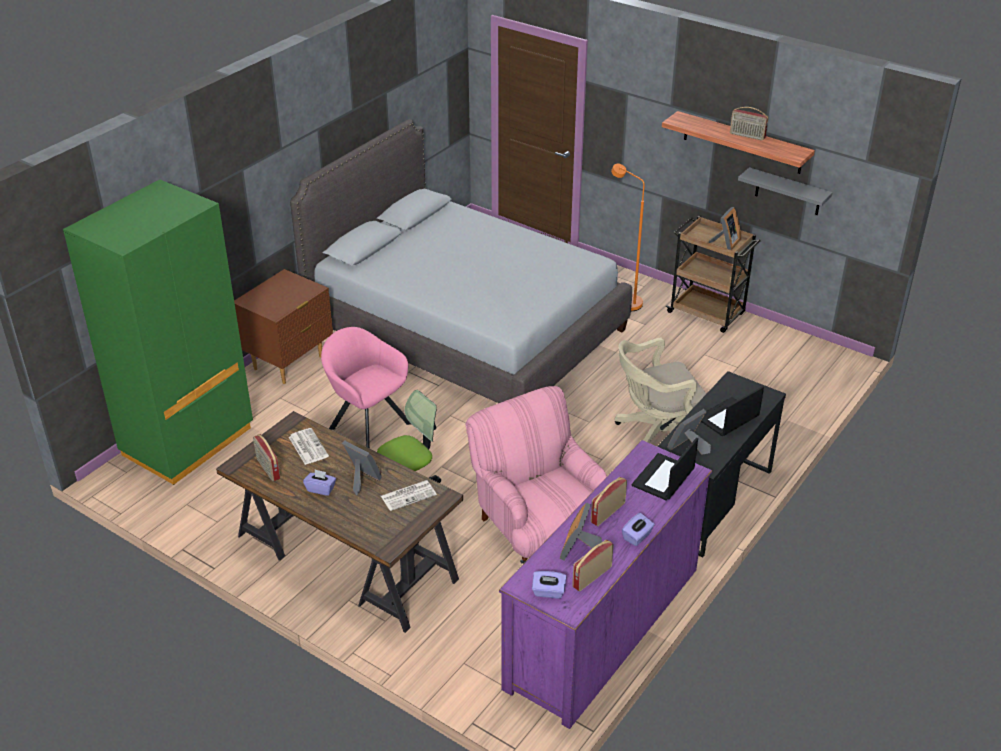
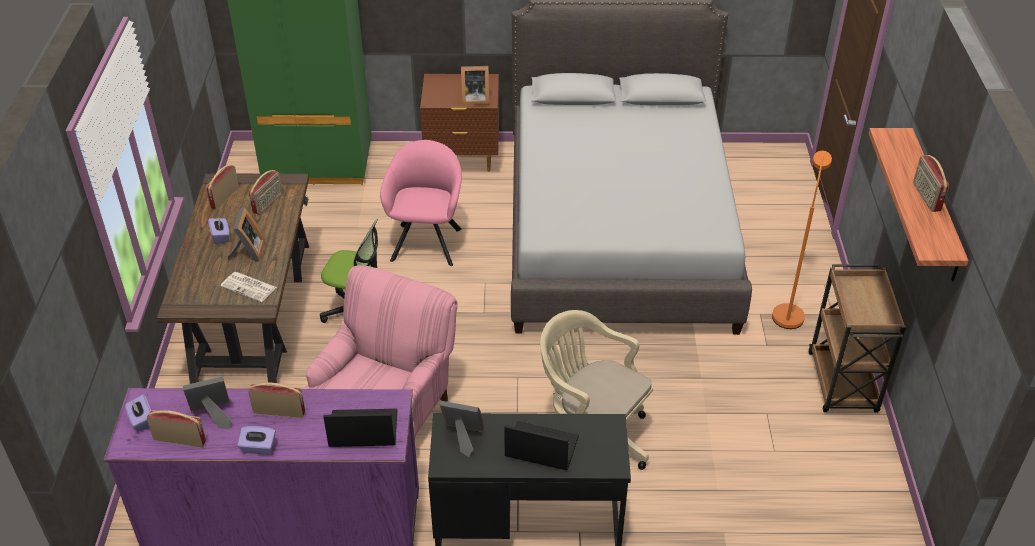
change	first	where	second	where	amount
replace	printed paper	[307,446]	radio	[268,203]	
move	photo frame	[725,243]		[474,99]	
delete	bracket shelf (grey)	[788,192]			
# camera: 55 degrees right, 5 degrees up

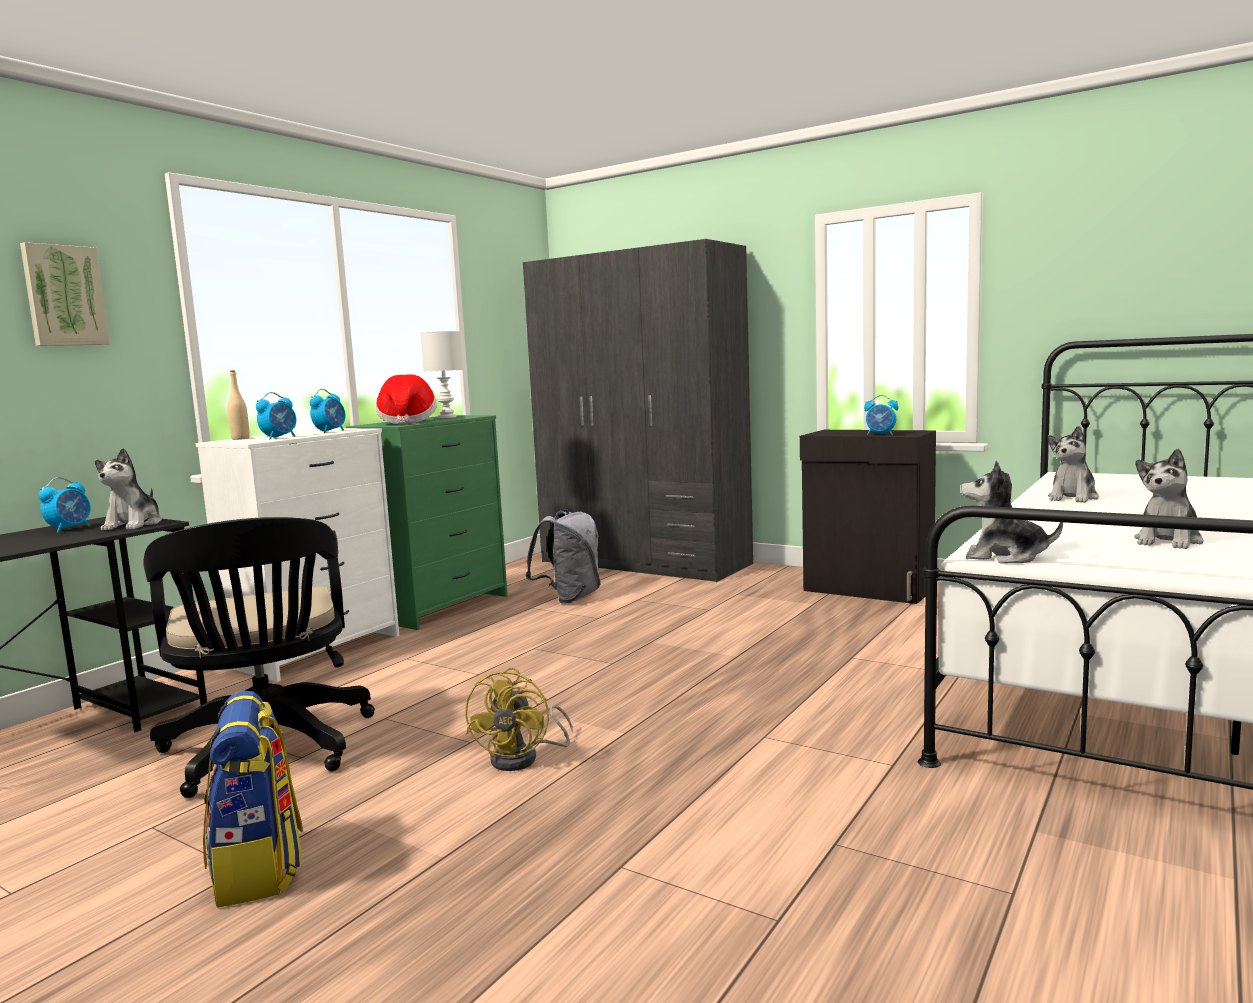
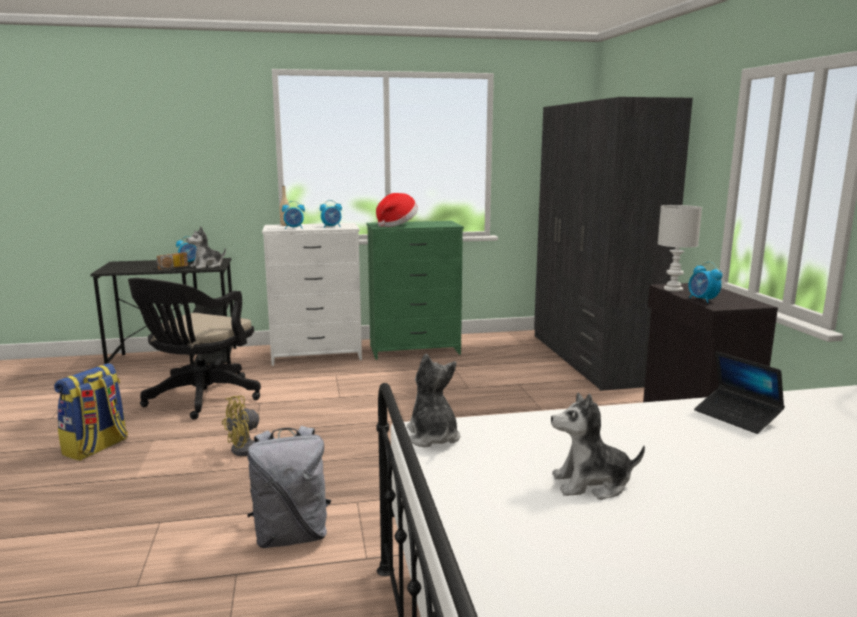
change	first	where	second	where	amount
delete	wall picture	[64,296]			
move	lamp for a table (white-coloured)	[447,417]		[673,289]	
move	knapsack (grey)	[570,598]		[291,536]	
replace	soft toy	[1073,498]	notebook computer	[737,416]	
insert			radio	[173,268]	
# camera: 45 degrees right, 5 degrees up

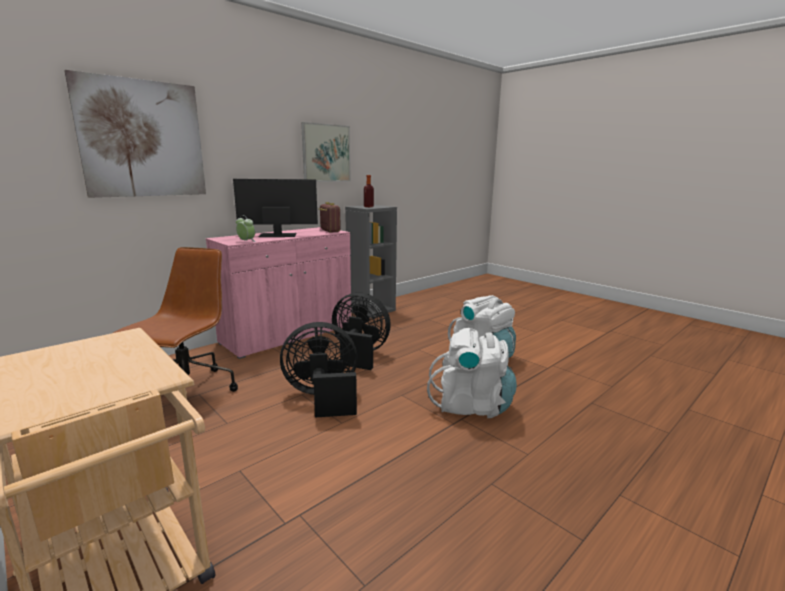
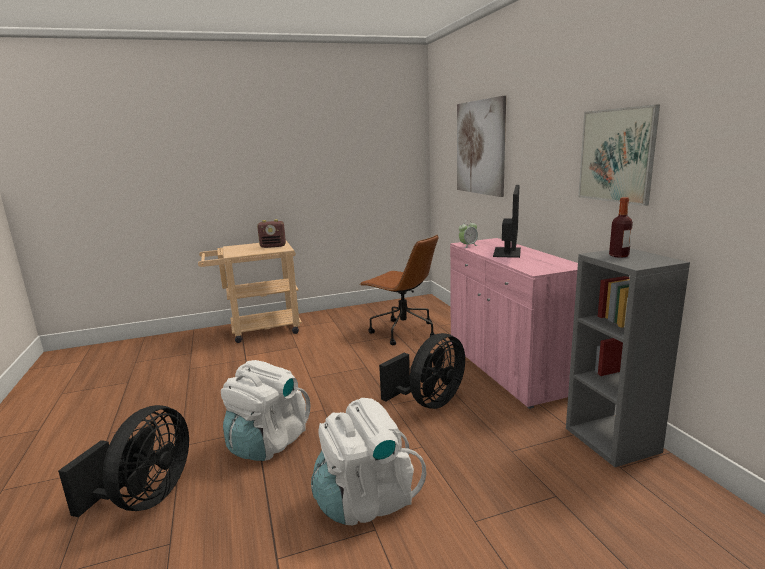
change	first	where	second	where	amount
move	electric fan (black-coloured)	[323,397]		[145,498]	
move	radio	[330,231]		[273,246]	
# camera: 115 degrees right, 0 degrees up

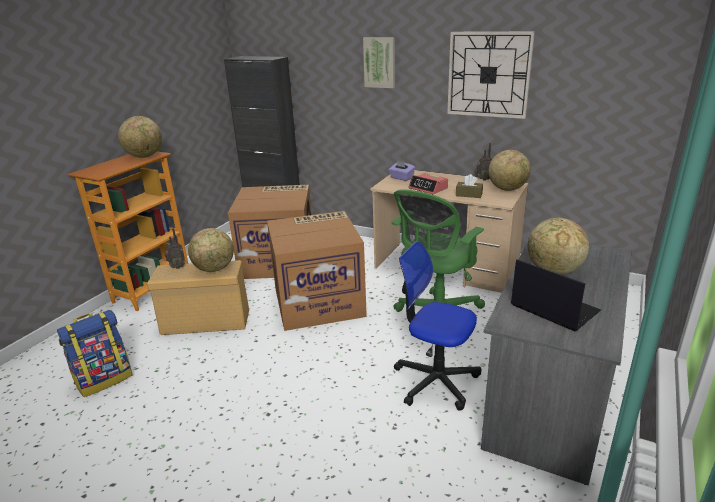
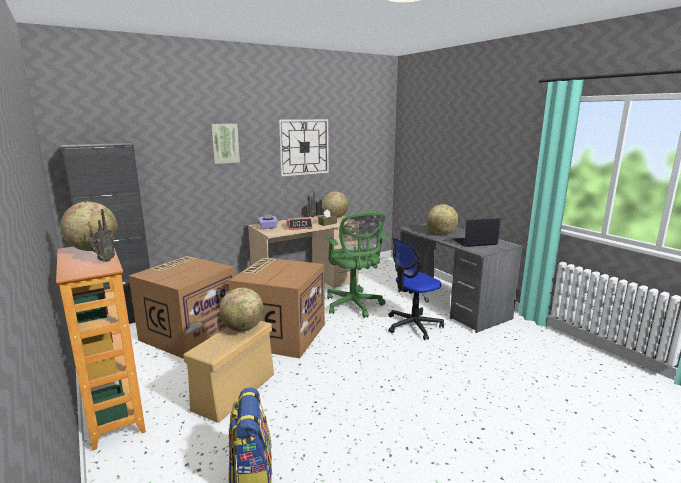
change	first	where	second	where	amount
move	radio	[177,267]		[104,261]	
# camera: 60 degrees left, 10 degrees down

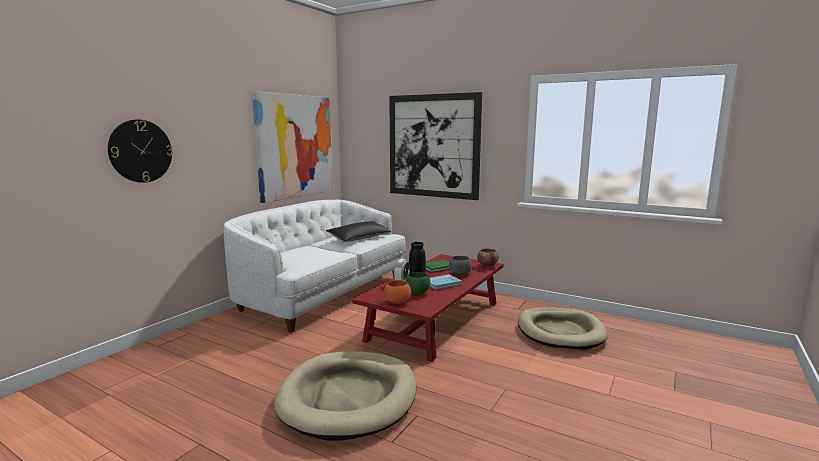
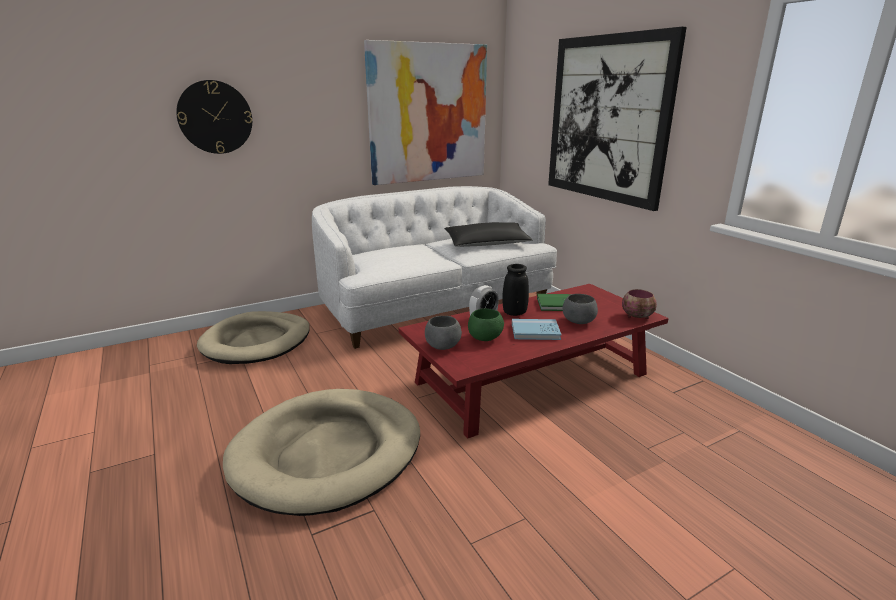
change	first	where	second	where	amount
recolor	bowl (orange-coloured)	[397,302]	bowl (grey)	[443,346]	
move	pet bed (beige)	[560,331]		[257,341]	
# camera: 30 degrees right, 10 degrees up

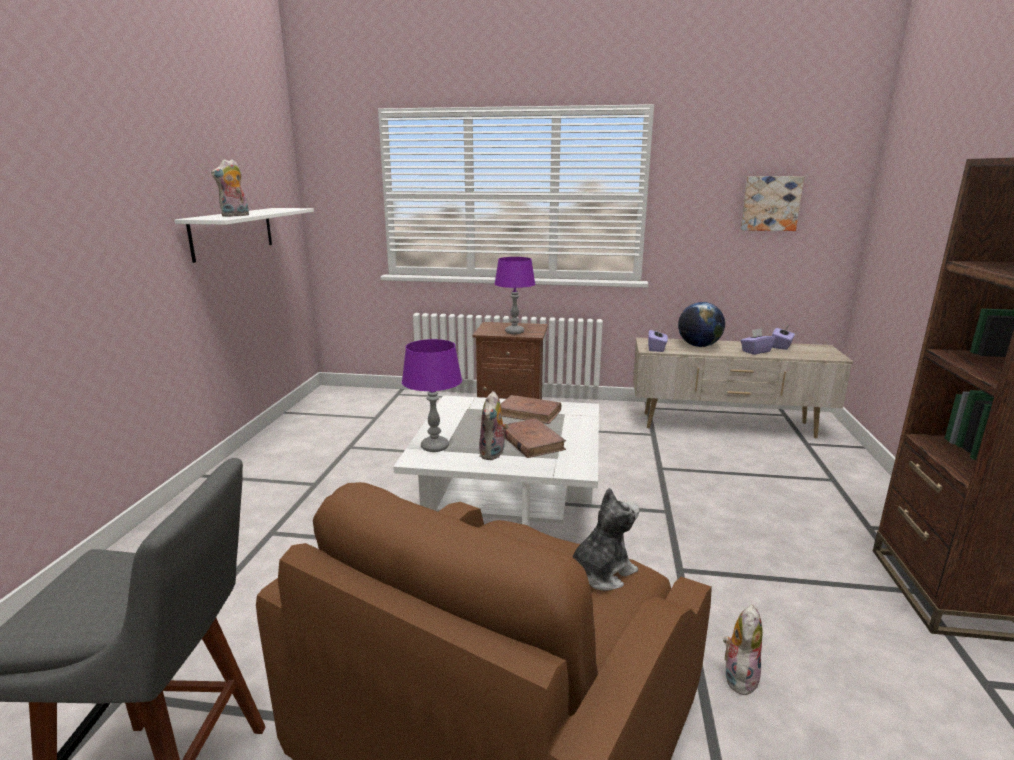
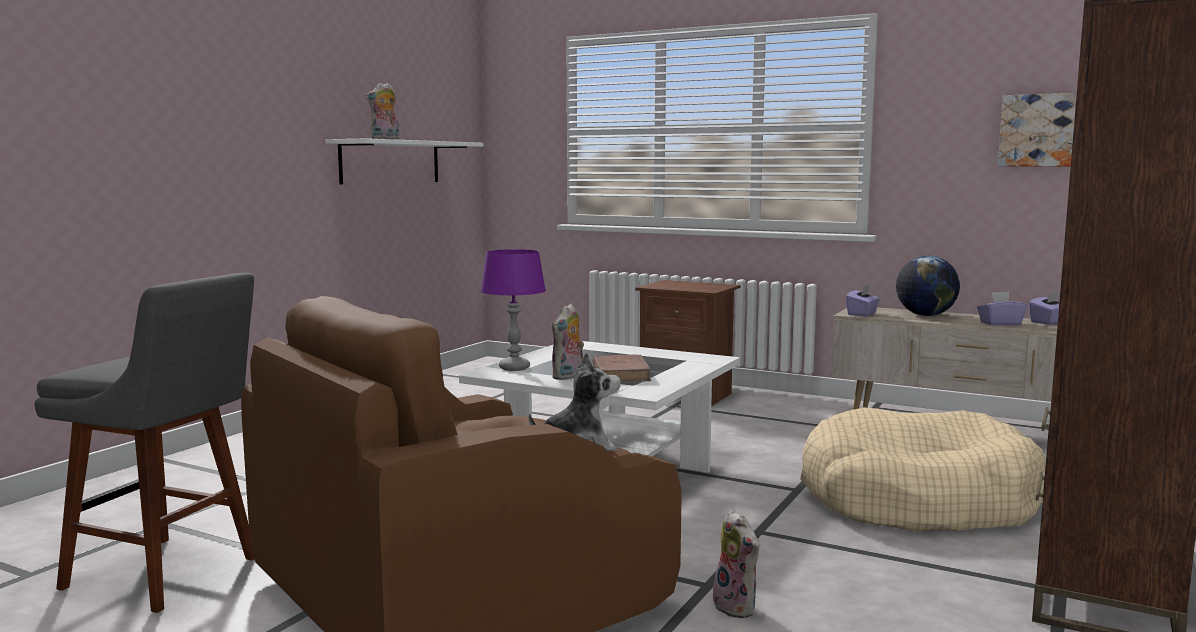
change	first	where	second	where	amount
delete	lamp for a table (purplish)	[514,332]			
delete	bound book (brown-coloured)	[529,413]			
rotate	soft toy	[738,676]		[738,607]	105 degrees clockwise
insert			pet bed (beige)	[916,500]	
# camera: 20 degrees right, 10 degrees down

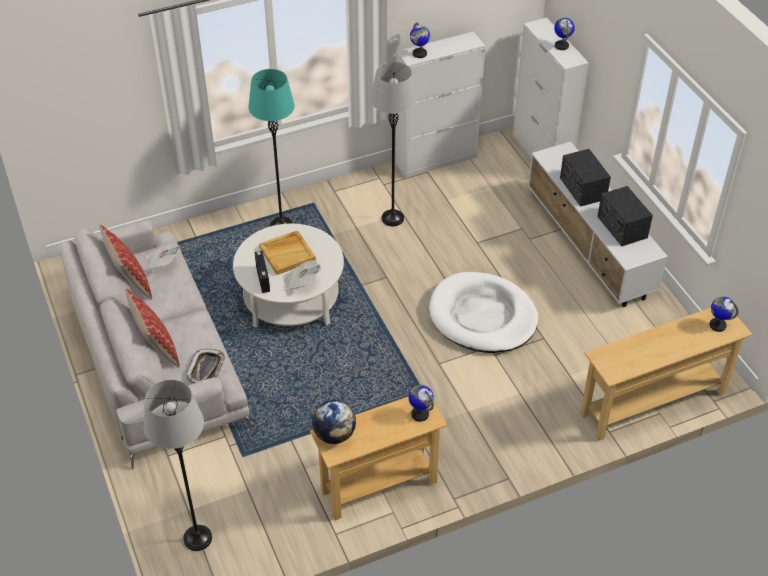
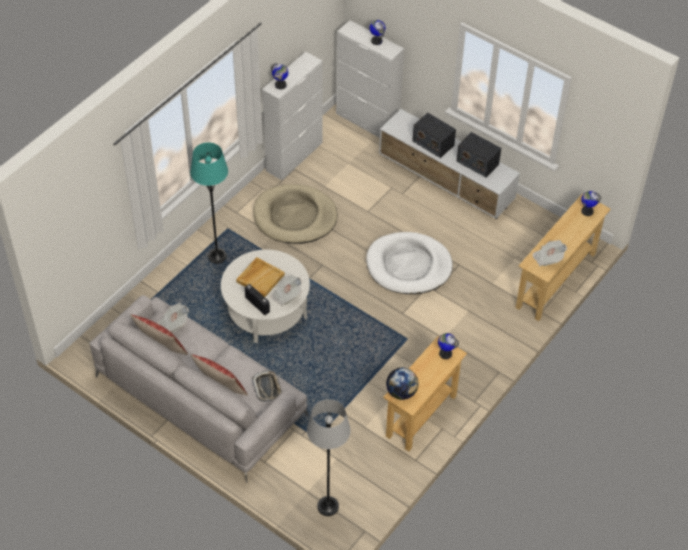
change	first	where	second	where	amount
replace	standard lamp (grey)	[392,218]	pet bed (beige)	[295,217]	
insert			printed paper	[548,258]	
# camera: 30 degrees left, 5 degrees up

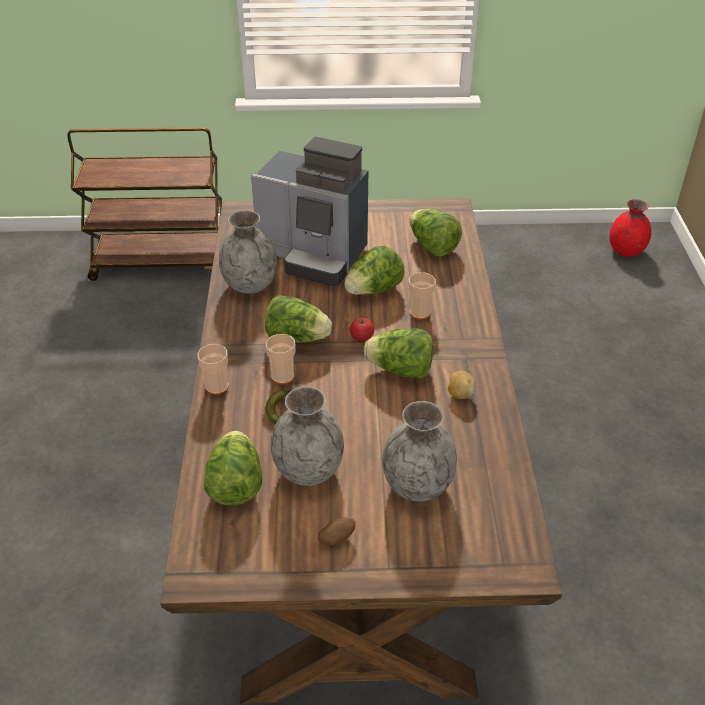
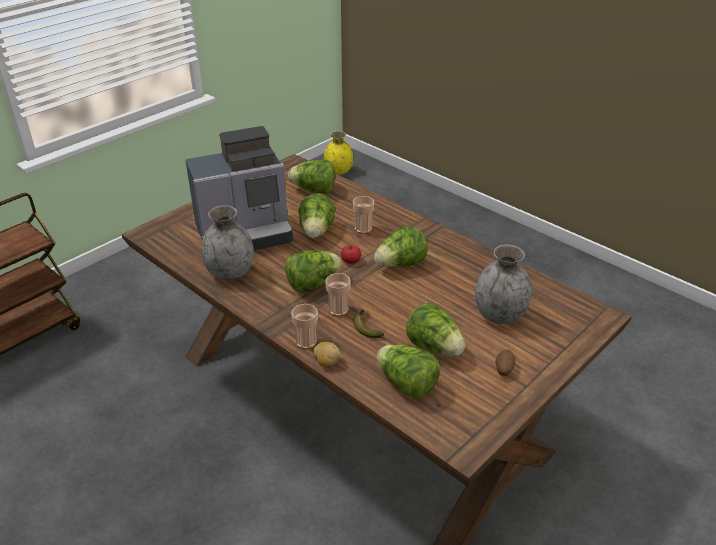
change	first	where	second	where	amount
replace	decorative vase (grey)	[309,470]	lettuce head	[434,347]	
move	spud	[460,394]		[326,362]	
recolor	decorative vase (red)	[626,251]	decorative vase (yellow-coloured)	[338,171]	
# camera: 45 degrees left, 5 degrees down

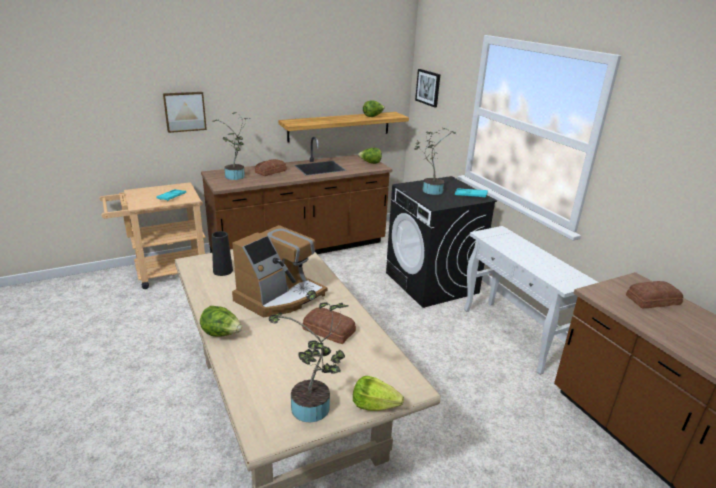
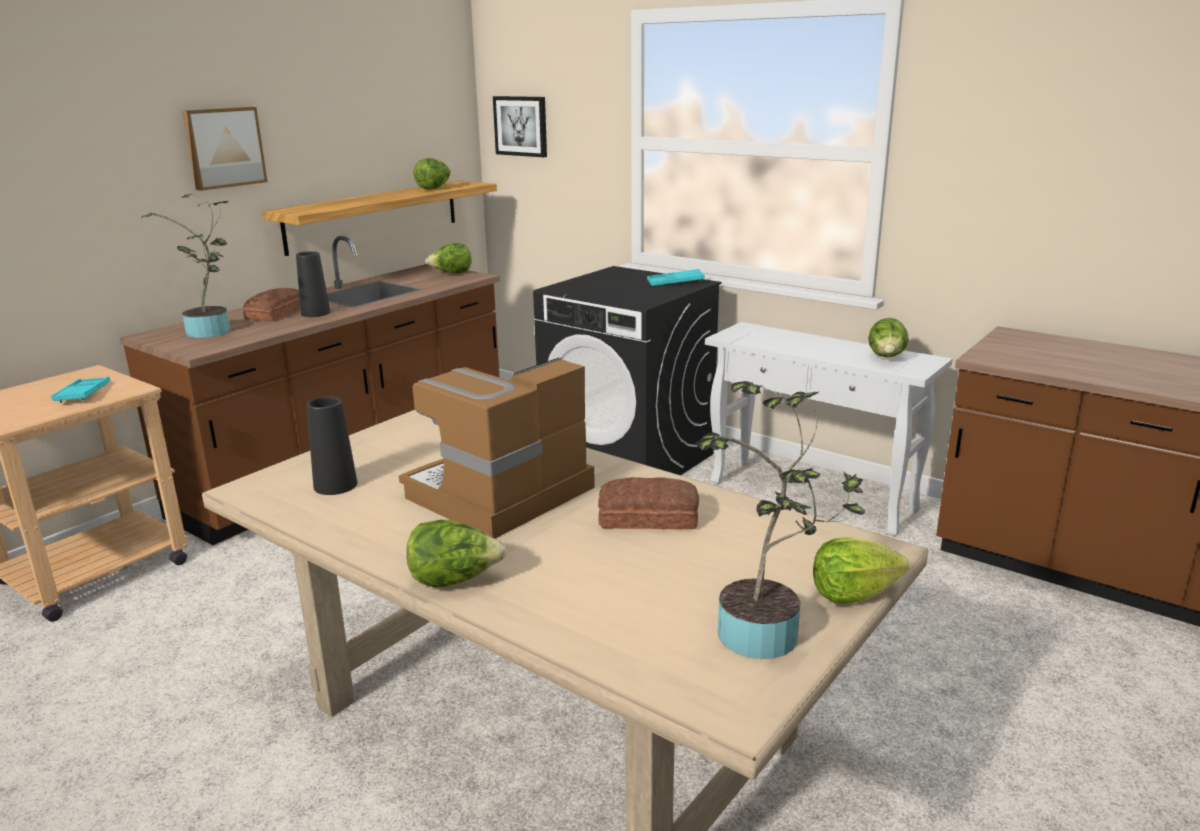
change	first	where	second	where	amount
move	wall picture	[184,111]		[223,147]	
rotate	coffee brewer	[280,297]		[499,494]	150 degrees counterclockwise
delete	houseplant	[430,190]			
delete	bread	[651,300]			
insert			decorative vase (black-coloured)	[315,313]	
insert			lettuce head	[886,358]	
# camera: 25 degrees left, 5 degrees down

